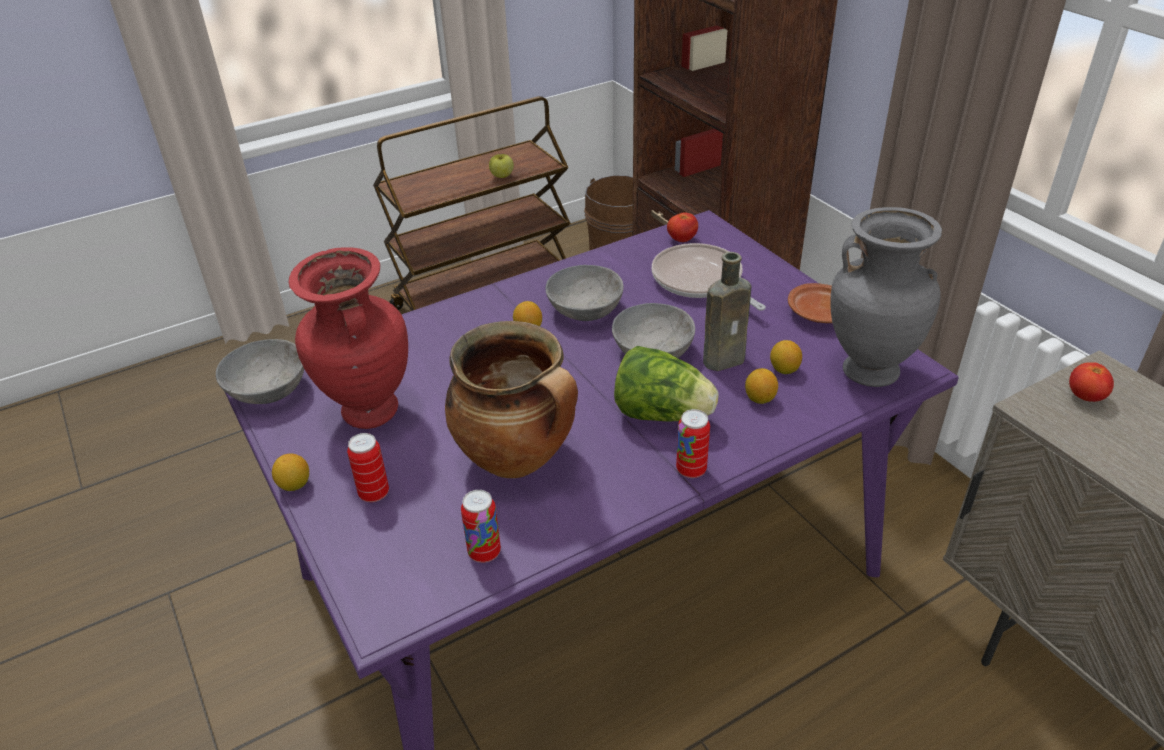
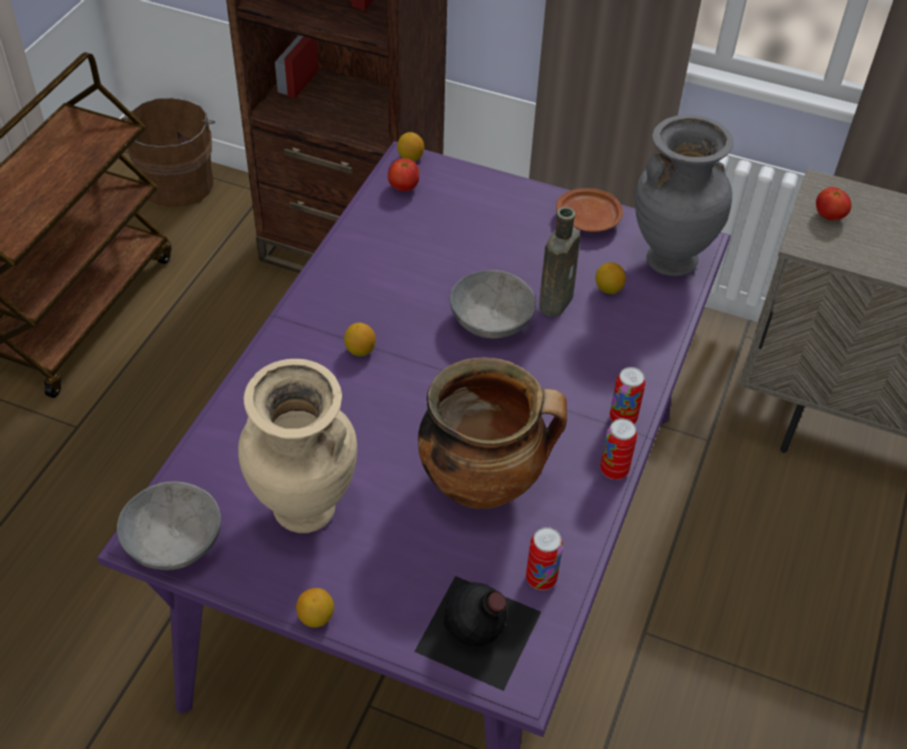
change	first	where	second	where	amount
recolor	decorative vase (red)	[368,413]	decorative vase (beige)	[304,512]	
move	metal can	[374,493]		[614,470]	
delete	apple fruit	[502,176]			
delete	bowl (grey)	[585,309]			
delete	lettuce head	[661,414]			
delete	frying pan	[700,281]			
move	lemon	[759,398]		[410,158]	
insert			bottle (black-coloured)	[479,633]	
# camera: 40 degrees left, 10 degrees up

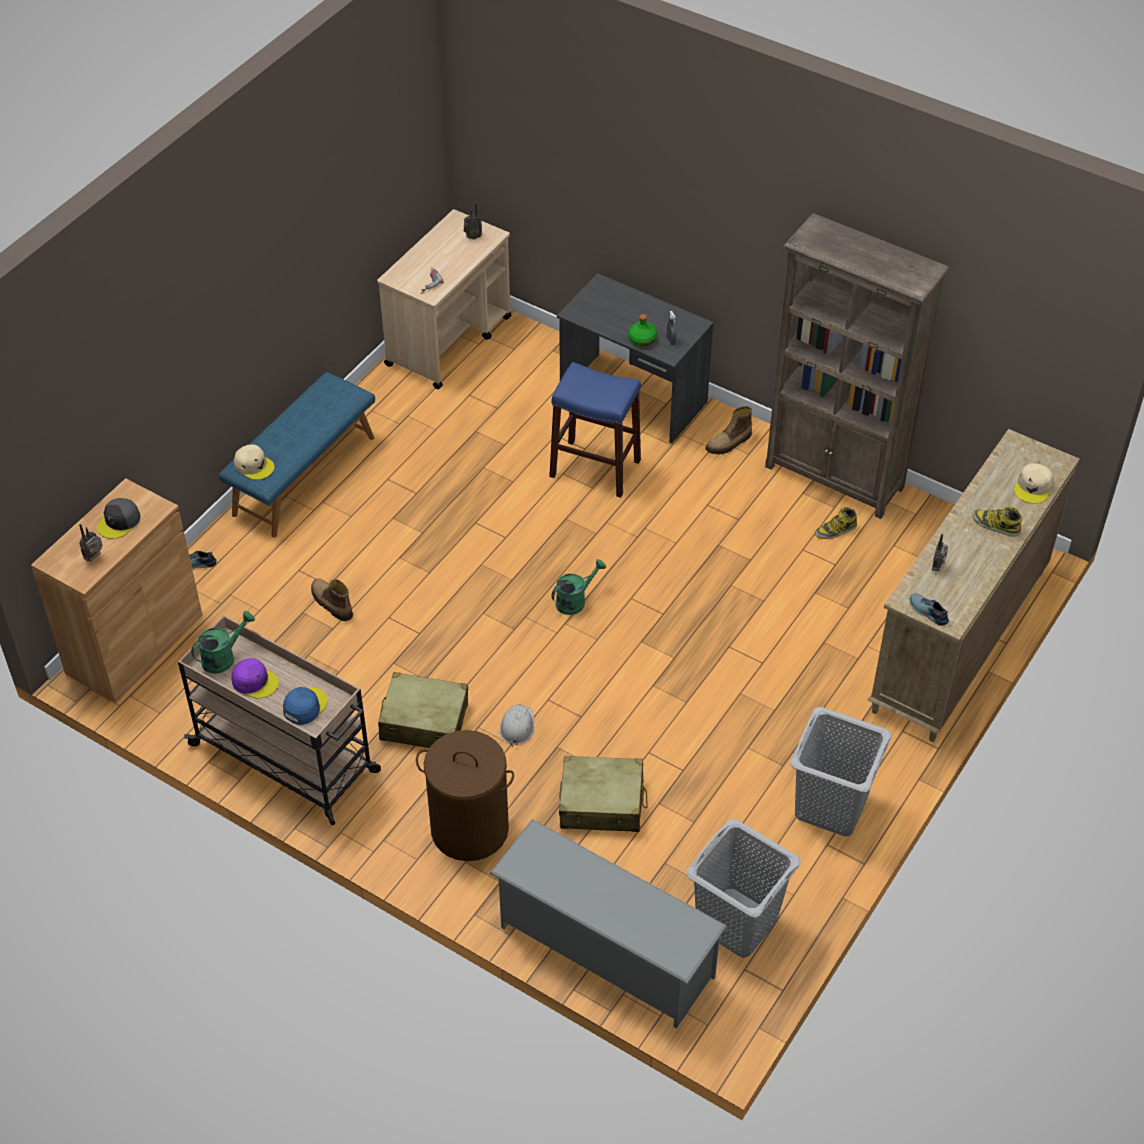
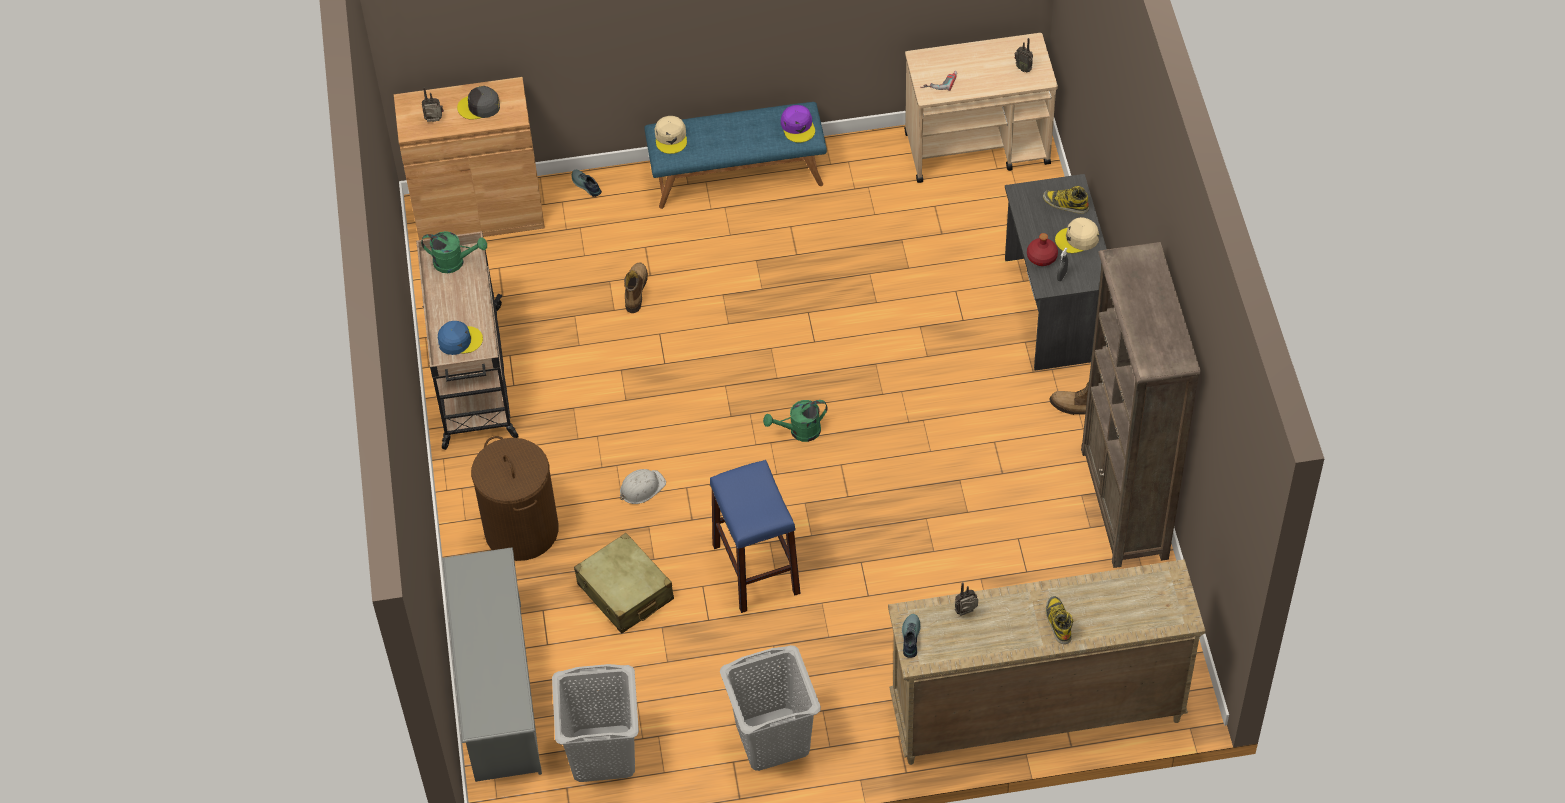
change	first	where	second	where	amount
move	cap (purplish)	[255,681]		[798,126]	
delete	piece of luggage (beige)	[424,721]			
move	stool seat (blue-coloured)	[595,468]		[756,569]	
rotate	sprinkling can (green-coloured)	[575,600]		[799,432]	150 degrees clockwise
recolor	bottle (green-coloured)	[642,339]	bottle (red)	[1042,256]	
move	boot	[835,530]		[1065,204]	
move	cap (beige)	[1033,487]		[1077,239]	
# camera: 50 degrees right, 5 degrees up

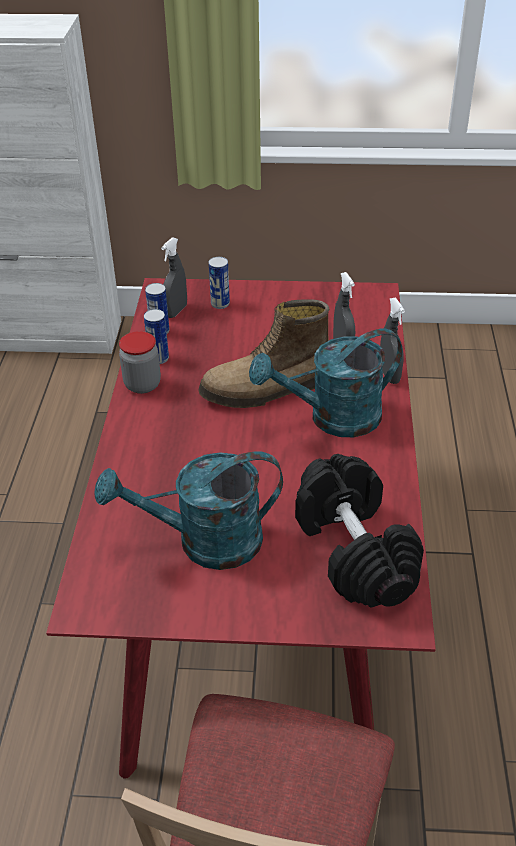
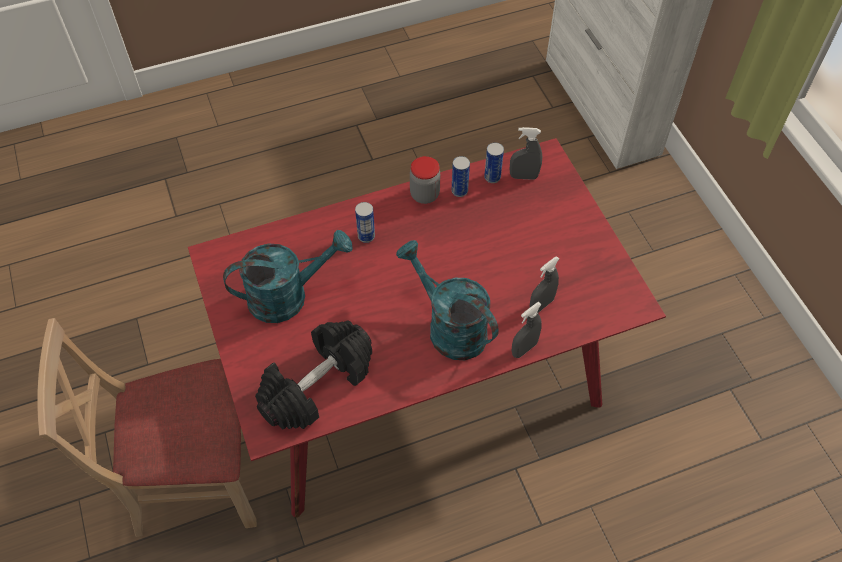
change	first	where	second	where	amount
rotate	sprinkling can (turquoise-coloured)	[204,542]		[288,295]	105 degrees clockwise
delete	boot	[266,389]			
move	metal can	[220,304]		[366,236]	
# camera: 65 degrees right, 15 degrees up

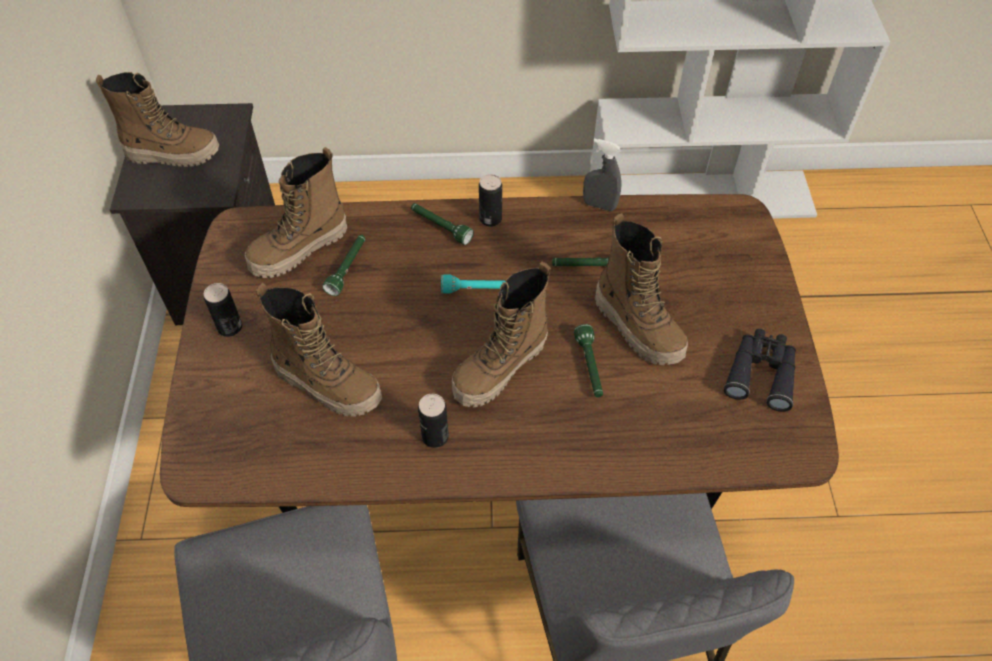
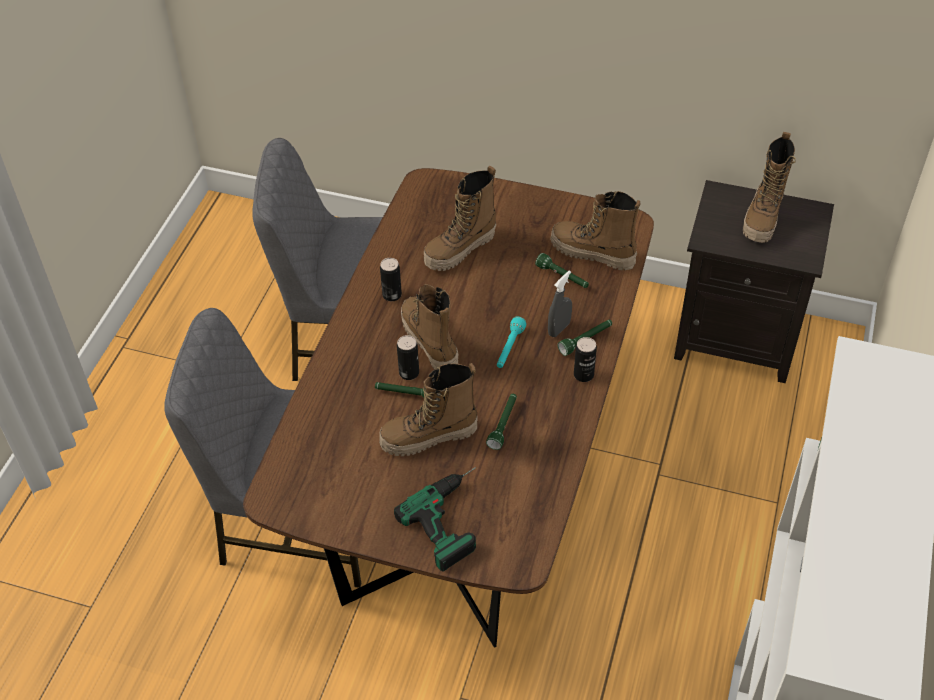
change	first	where	second	where	amount
move	metal can	[230,327]		[409,373]	
rotate	boot	[299,250]		[592,253]	45 degrees counterclockwise
move	hand sprayer (grey)	[599,205]		[559,329]	
delete	binoculars (black-coloured)	[761,373]			
insert			power drill	[455,518]	
# camera: 110 degrees right, 5 degrees down

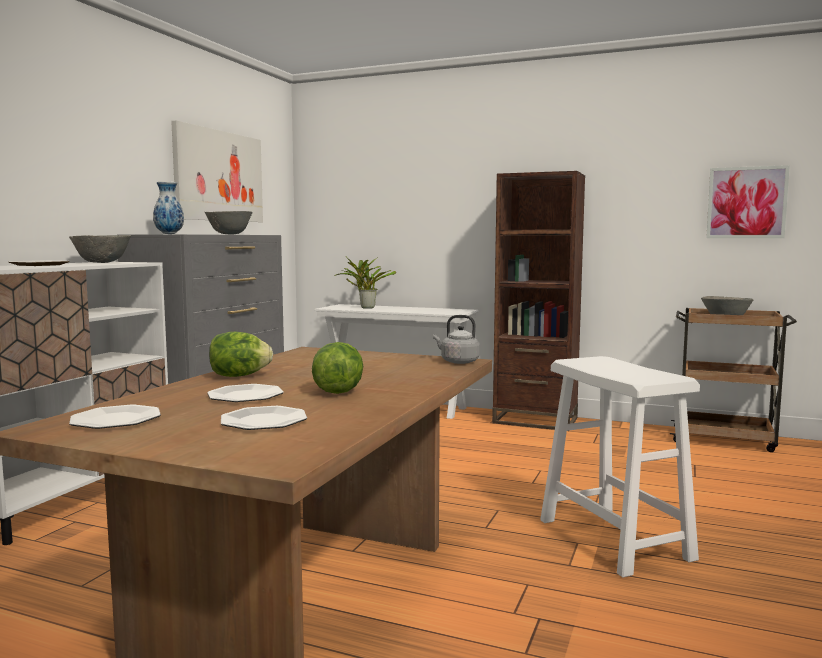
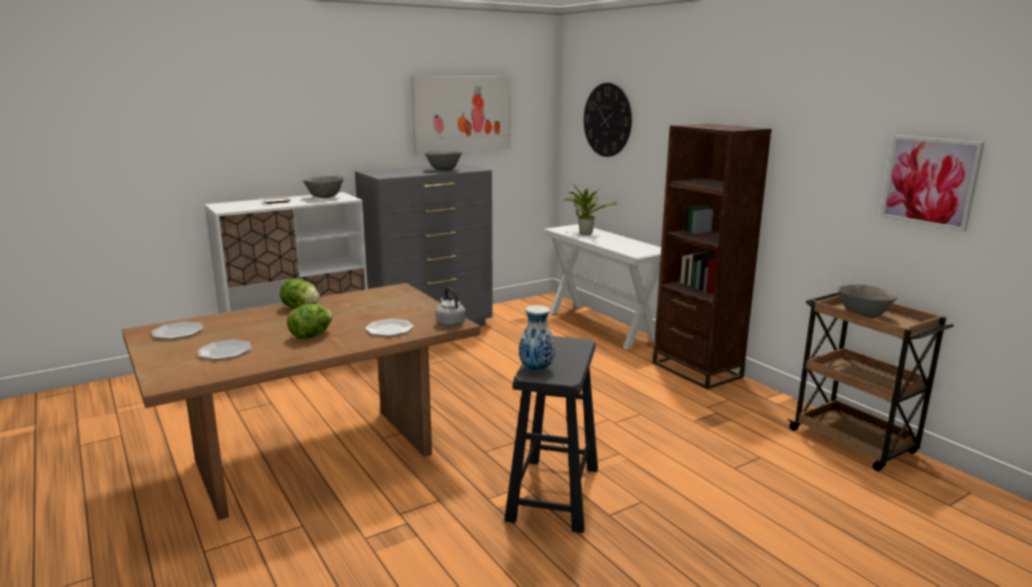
change	first	where	second	where	amount
move	decorative vase	[169,234]		[536,369]	
move	dinner plate	[245,396]		[389,329]	
recolor	stool seat (white-coloured)	[614,539]	stool seat (black-coloured)	[553,494]	
insert			wall clock	[607,120]	
# camera: 35 degrees right, 10 degrees up

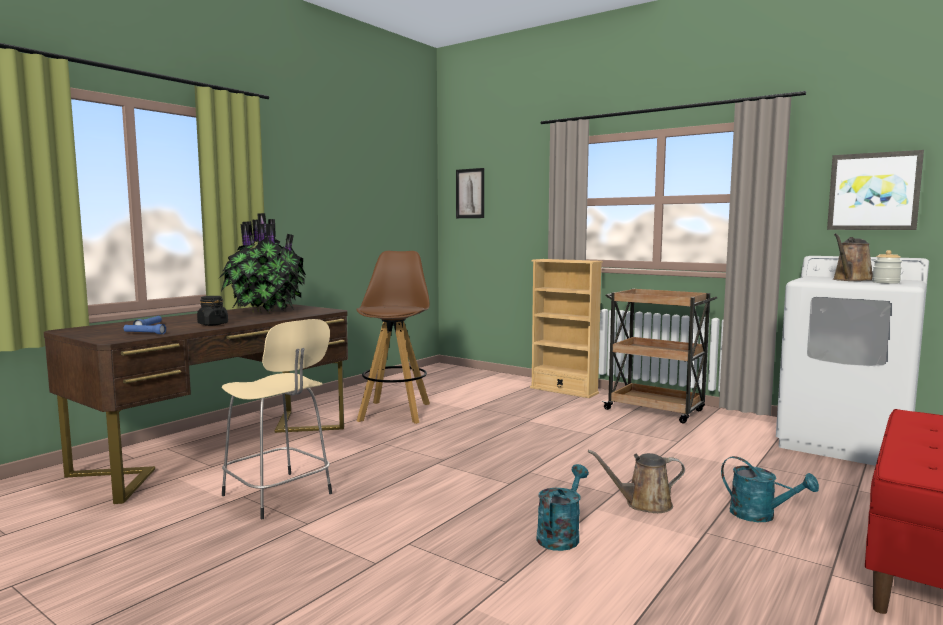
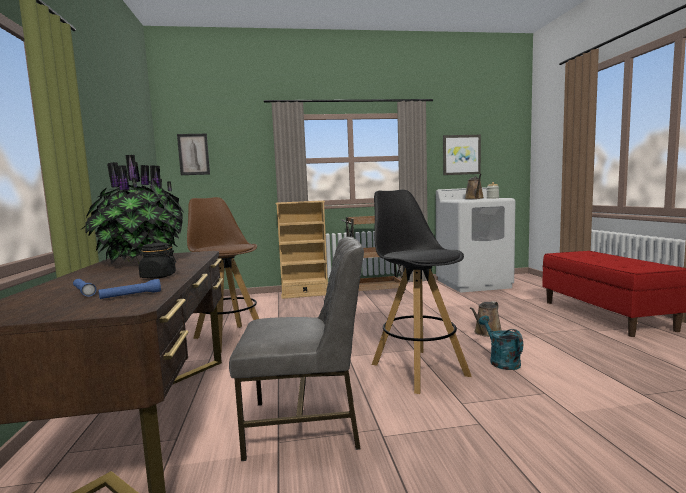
change	first	where	second	where	amount
replace	stool seat (beige)	[279,496]	plain chair (grey)	[306,425]	
delete	sprinkling can (turquoise-coloured)	[760,516]			
insert			stool seat (black-coloured)	[418,369]	
# camera: 45 degrees left, 0 degrees up

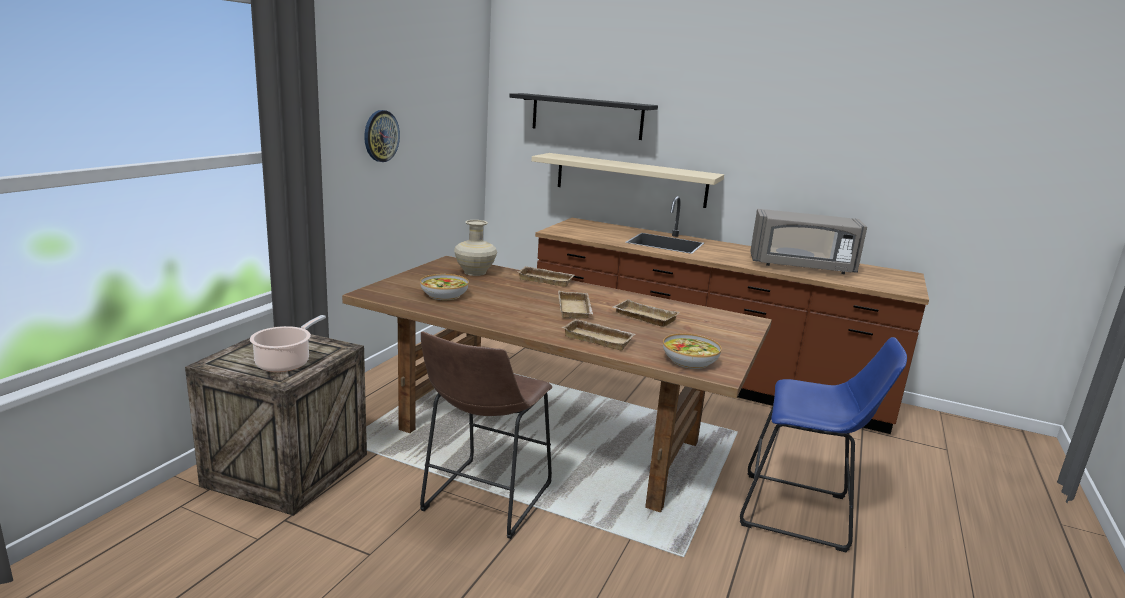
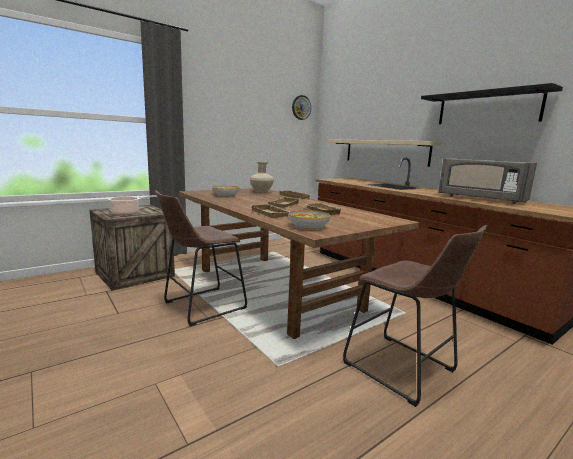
change	first	where	second	where	amount
move	wall clock	[381,136]		[301,107]	
move	bracket shelf (black-coloured)	[587,116]		[487,108]	
recolor	stool seat (blue-coloured)	[802,513]	stool seat (brown-coloured)	[404,370]	
# camera: 30 degrees right, 5 degrees down

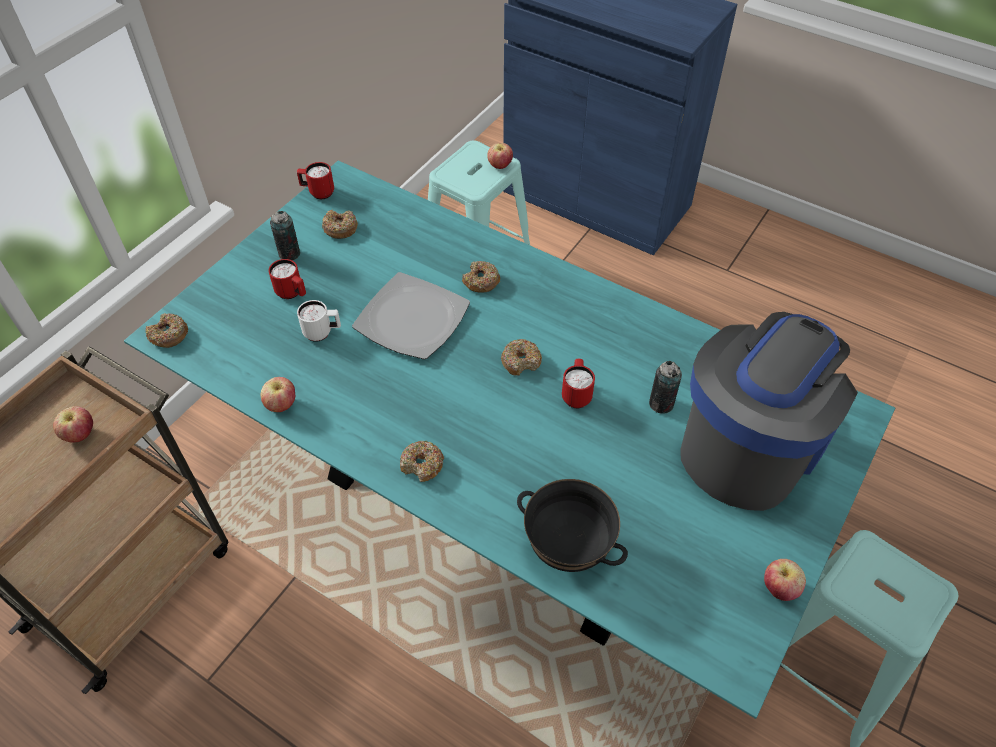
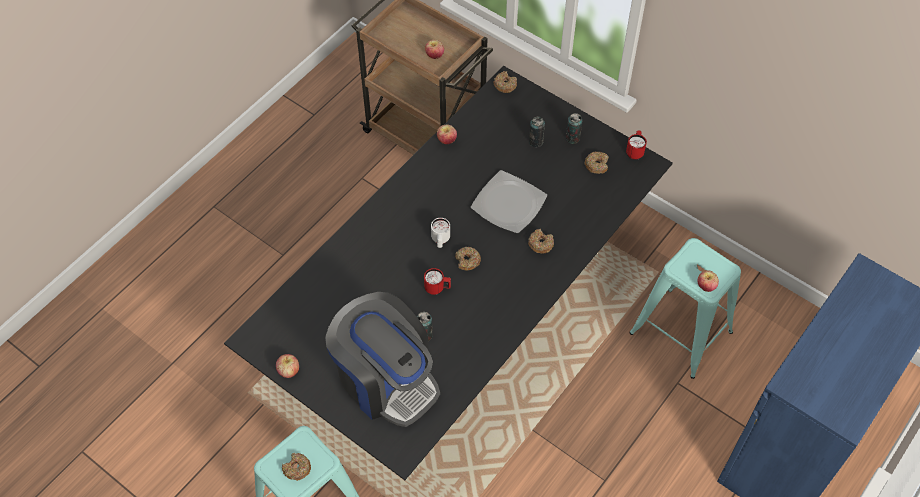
change	first	where	second	where	amount
recolor	kitchen table (turquoise-coloured)	[497,505]	kitchen table (black-coloured)	[460,330]	
replace	coffee mug (red)	[292,293]	metal can	[535,141]	
move	coffee mug (white-coloured)	[322,333]		[440,240]	
move	ring doughnut	[422,465]		[297,469]	
delete	bowl (black-coloured)	[569,547]			
# camera: 95 degrees right, 5 degrees up

